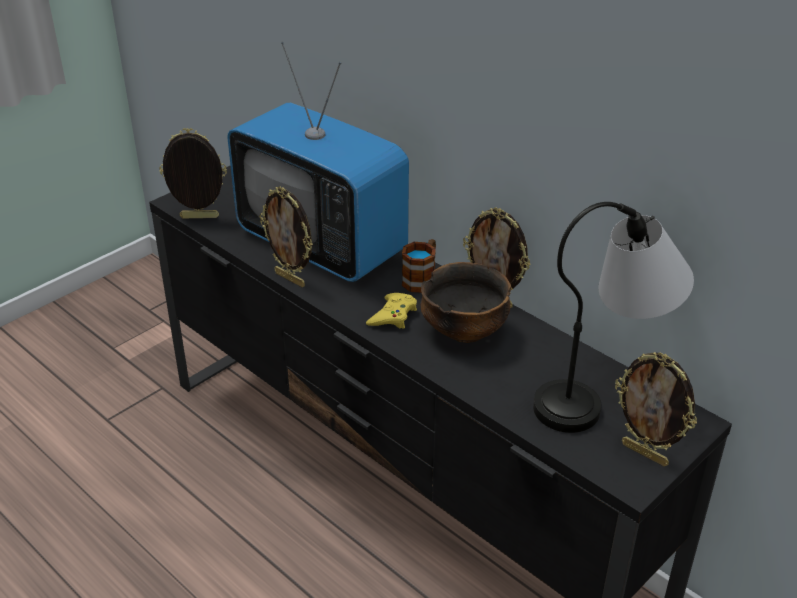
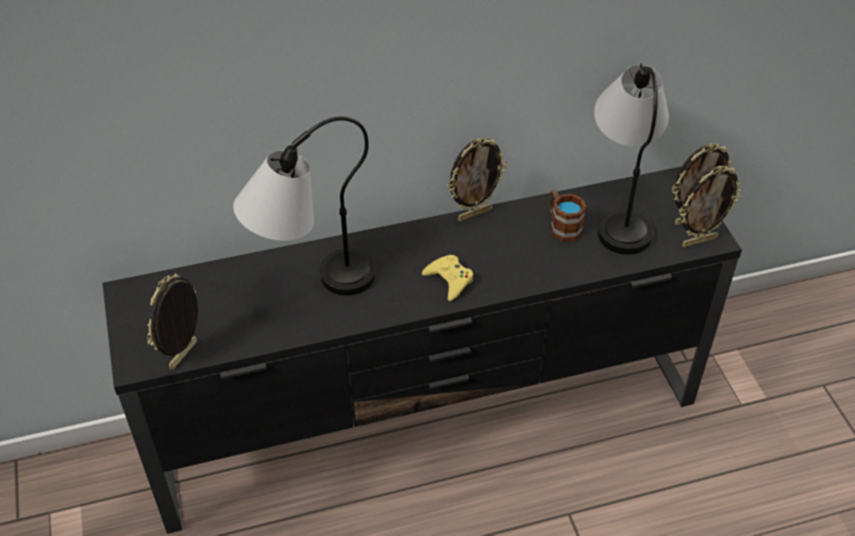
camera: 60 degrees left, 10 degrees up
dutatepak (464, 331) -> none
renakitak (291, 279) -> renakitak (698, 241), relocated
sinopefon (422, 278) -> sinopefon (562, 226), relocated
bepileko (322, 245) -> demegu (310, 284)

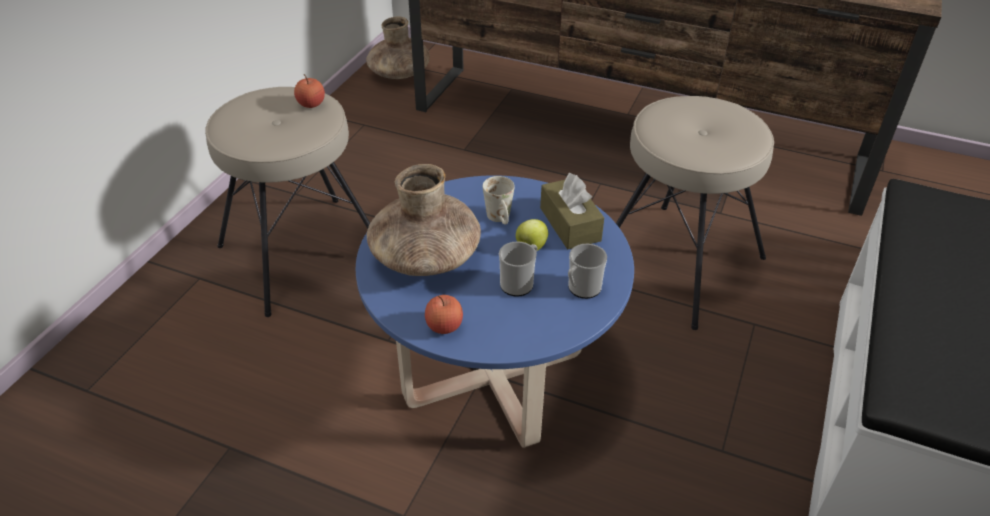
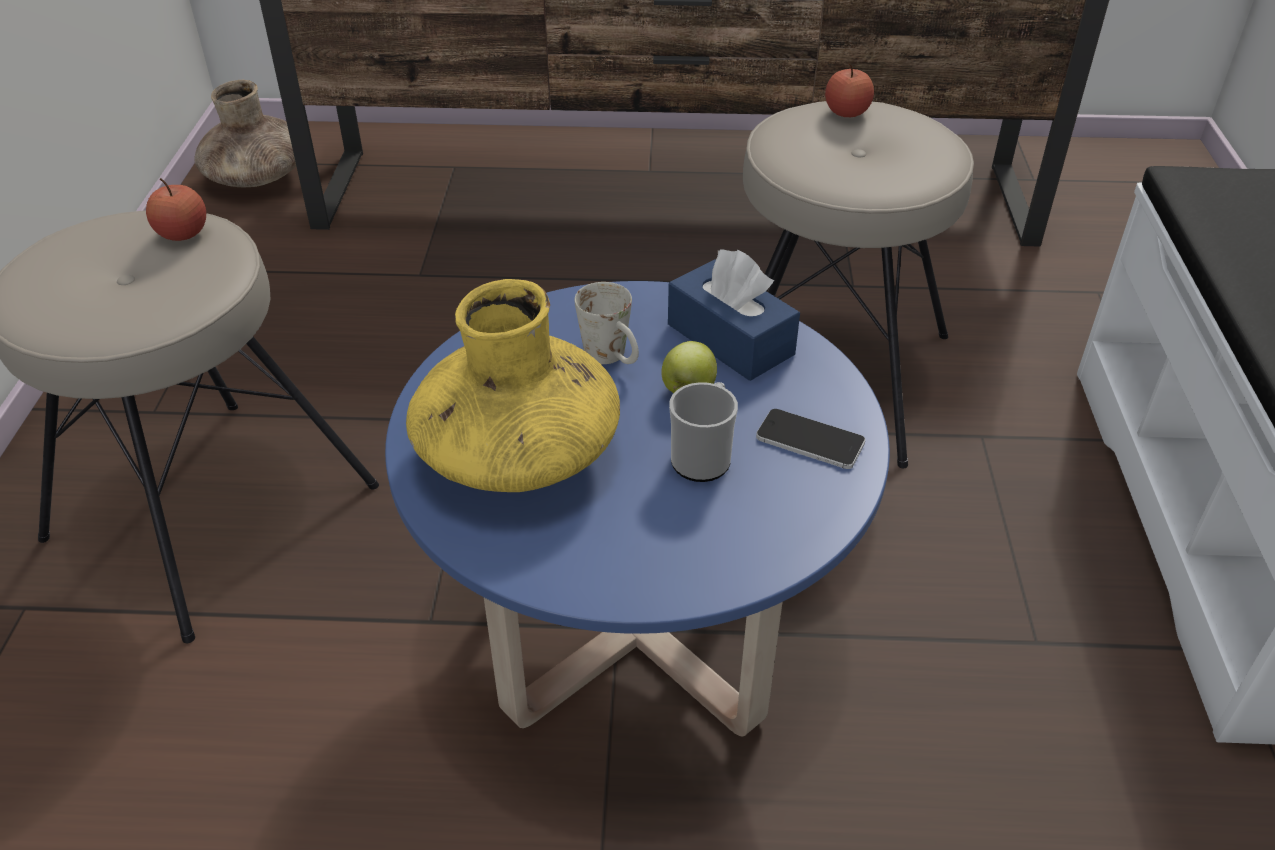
camera: 20 degrees left, 0 degrees up
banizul (444, 326) -> banizul (846, 112), relocated
sinopefon (581, 289) -> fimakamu (810, 440)
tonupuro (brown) (425, 257) -> tonupuro (yellow) (517, 454)
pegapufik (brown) (570, 224) -> pegapufik (blue) (730, 339)

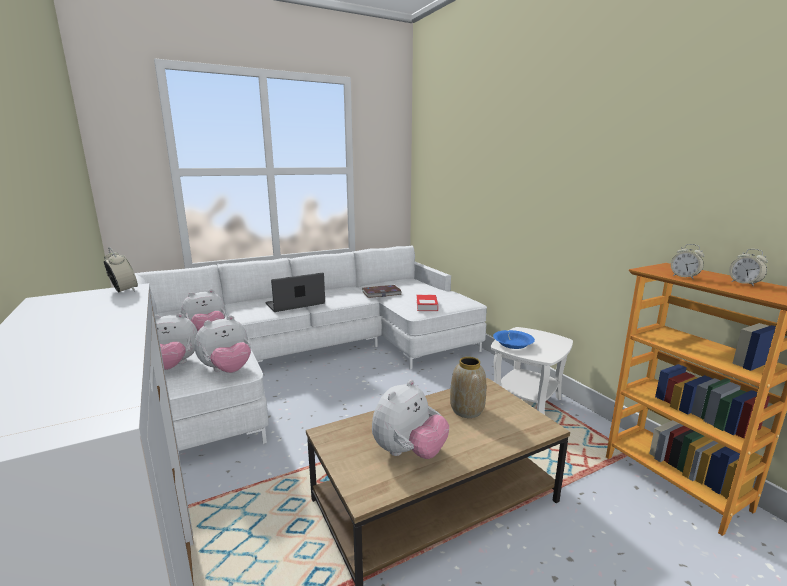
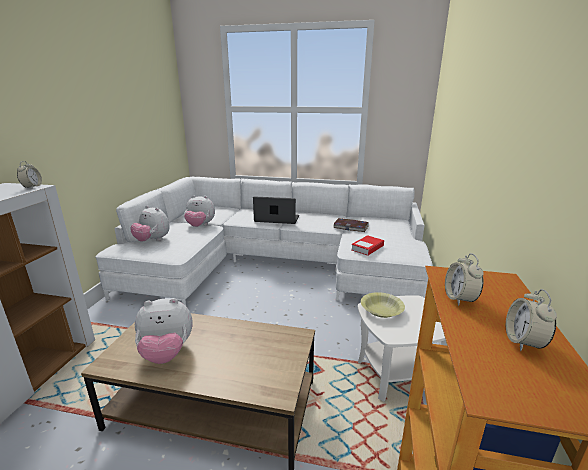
camera: 40 degrees right, 5 degrees up
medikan (227, 370) -> none
tonupuro (467, 410) -> none
dutatepak (blue) (513, 344) -> dutatepak (yellow) (381, 310)

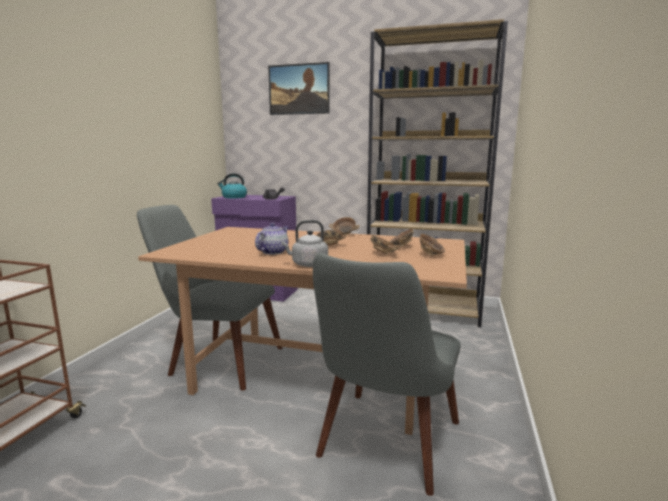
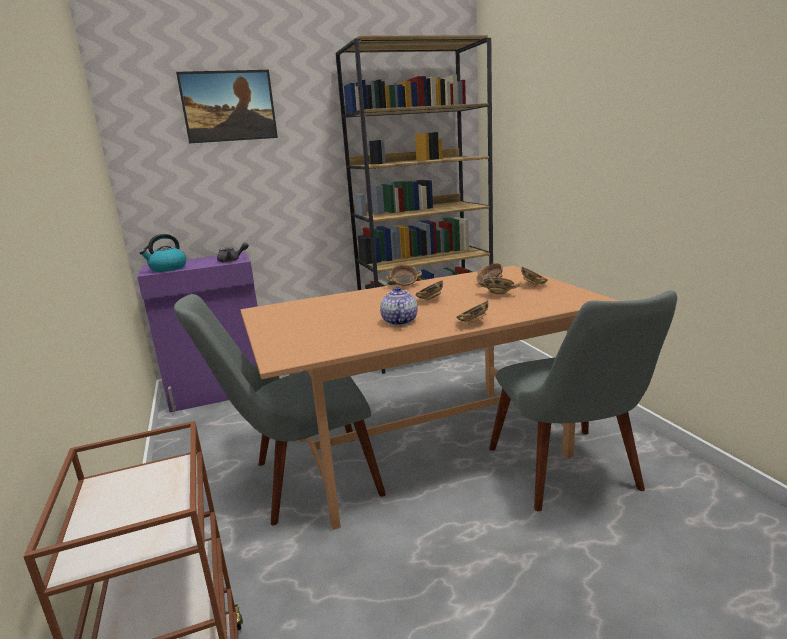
camera: 35 degrees left, 5 degrees up
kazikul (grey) (307, 264) -> dutatepak (472, 323)

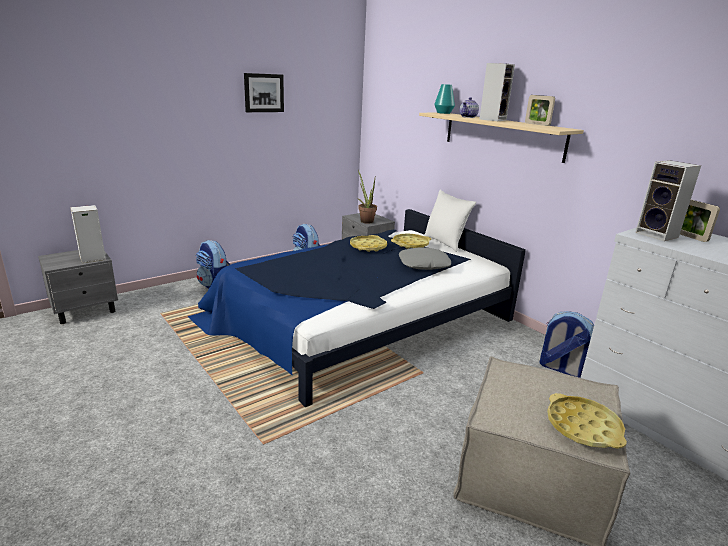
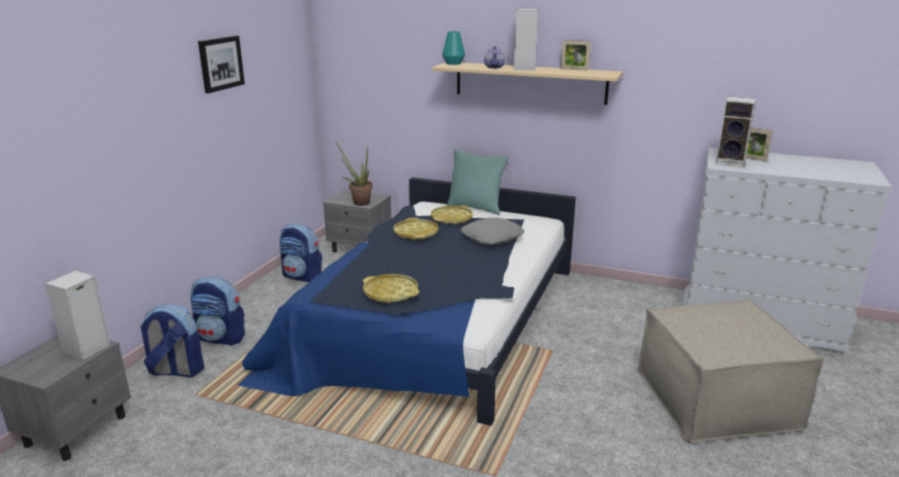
camera: 30 degrees left, 0 degrees up
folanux (560, 369) -> folanux (176, 371), relocated
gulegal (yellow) (583, 427) -> gulegal (yellow) (390, 293), relocated
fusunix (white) (445, 243) -> fusunix (turquoise) (476, 208)

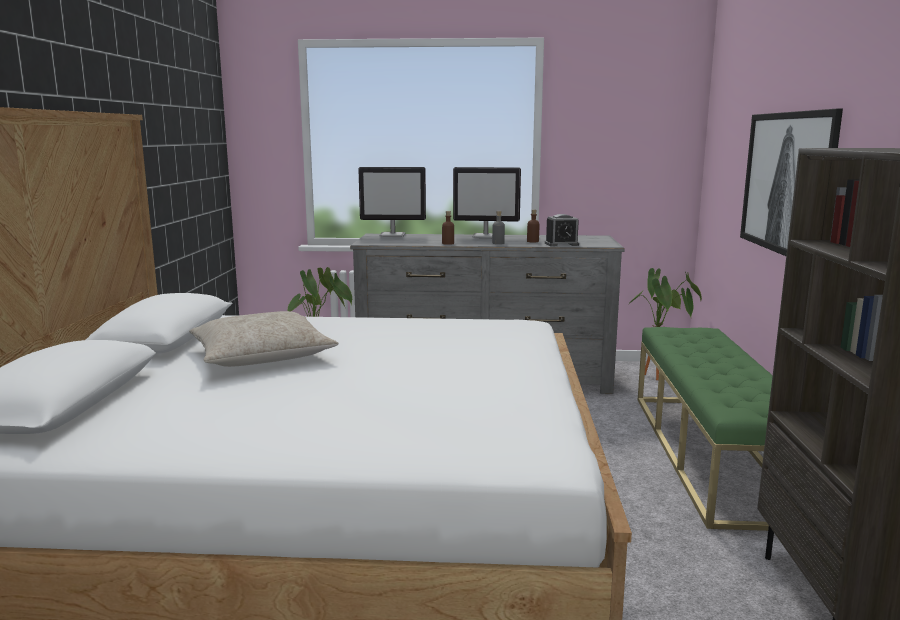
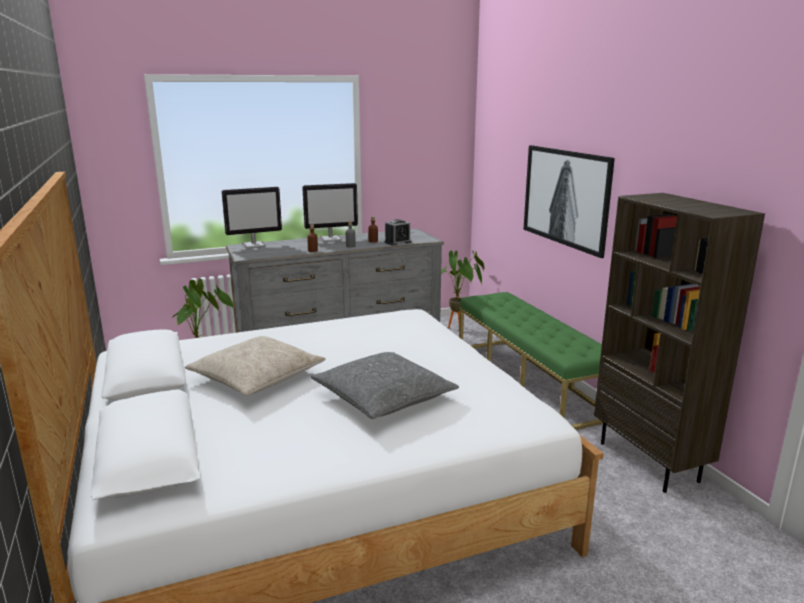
camera: 25 degrees left, 5 degrees up
none -> fusunix (grey) (383, 397)

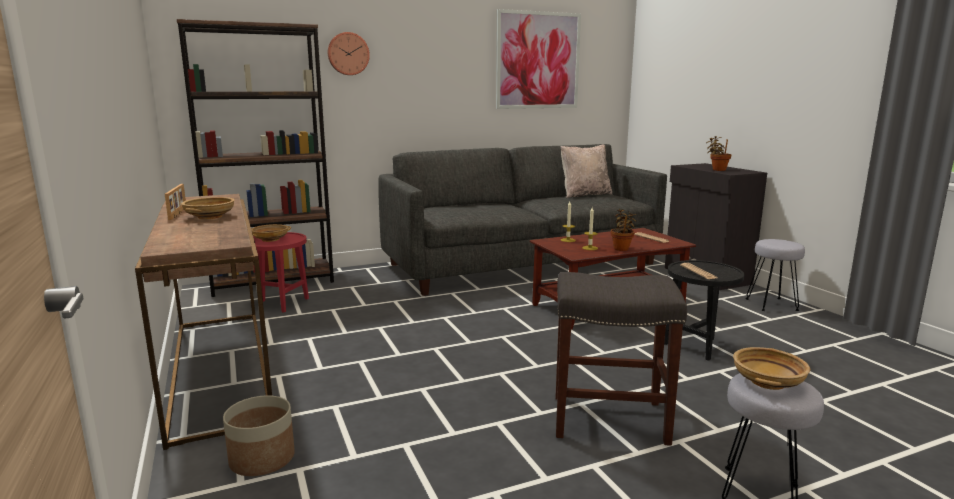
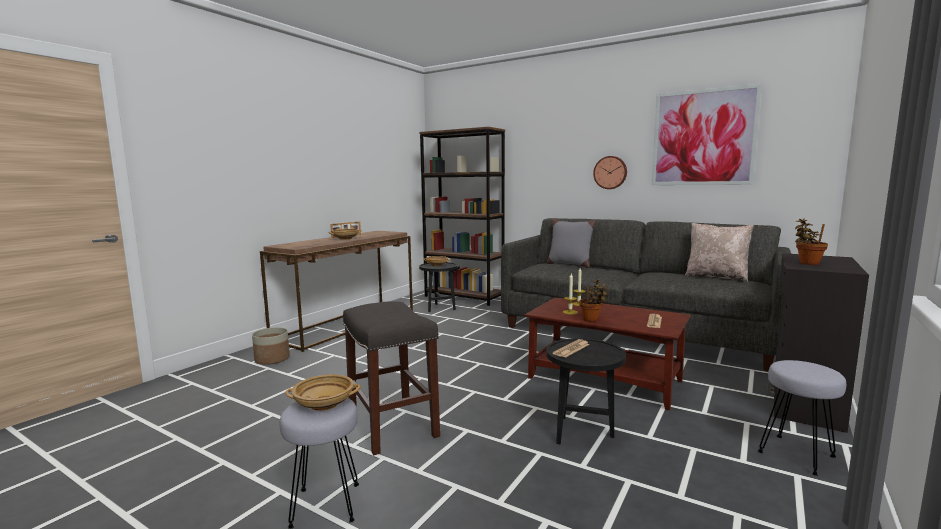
camera: 55 degrees right, 5 degrees down
none -> fusunix (grey) (569, 264)
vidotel (348, 54) -> vidotel (610, 172), relocated
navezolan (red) (281, 303) -> navezolan (black) (439, 307)

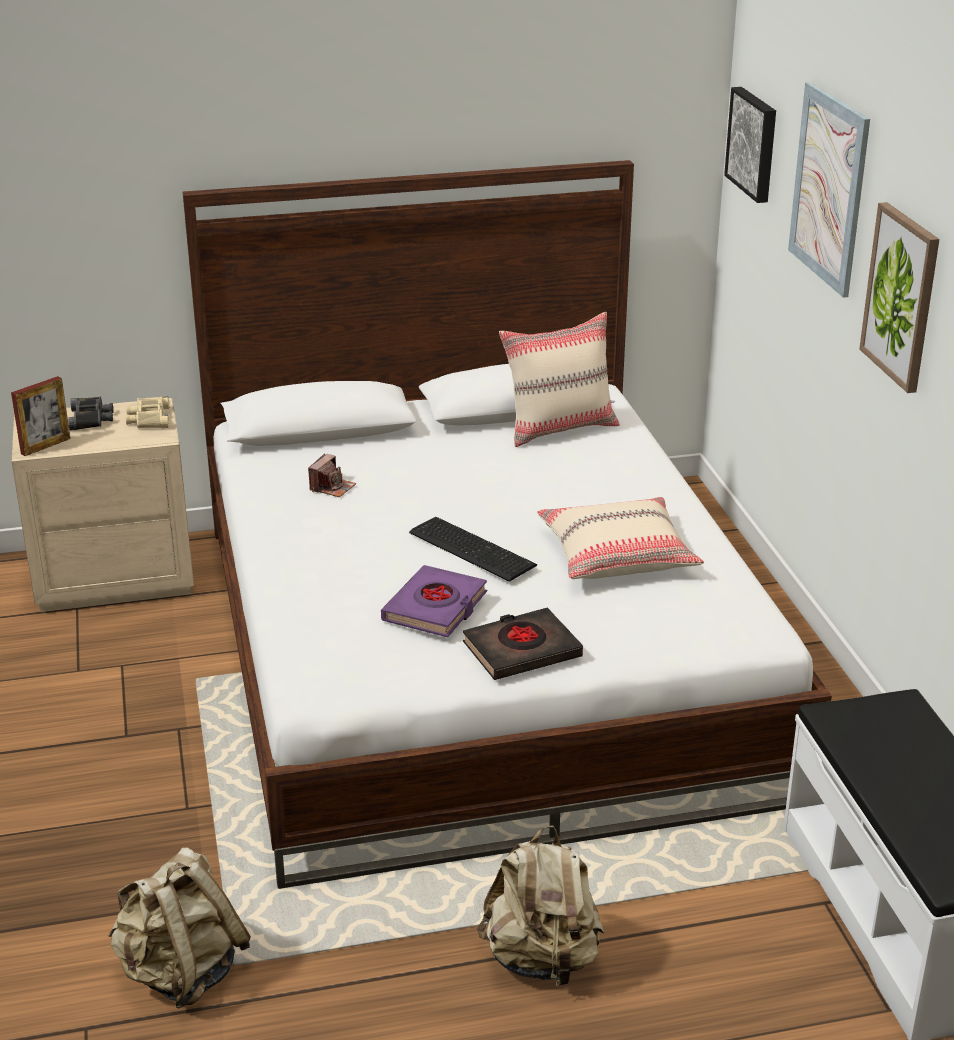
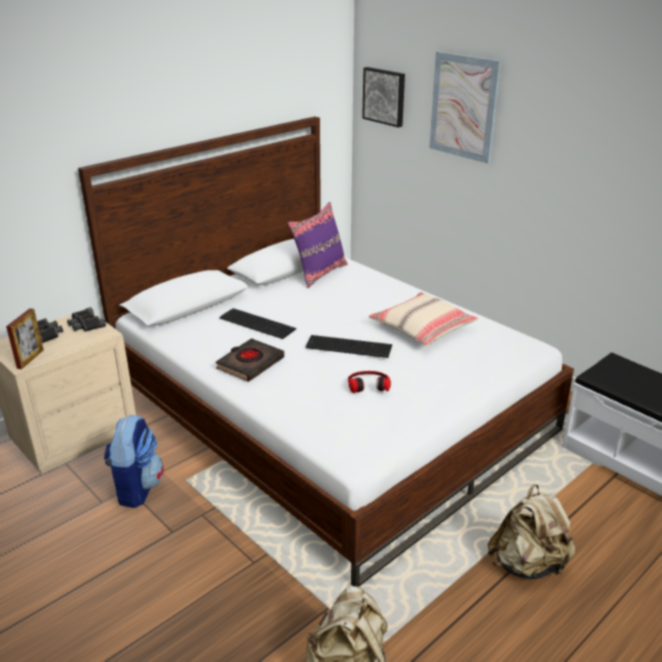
camera: 30 degrees left, 0 degrees up
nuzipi (332, 487) -> none
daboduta (901, 296) -> none
none -> folanux (137, 487)
none -> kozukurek (257, 322)
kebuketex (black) (521, 651) -> kebuketex (black) (250, 364), relocated
kebuketex (purple) (435, 608) -> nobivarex (368, 384)
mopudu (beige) (149, 419) -> mopudu (black) (86, 324)
fusunix (beige) (559, 428) -> fusunix (purple) (319, 273)

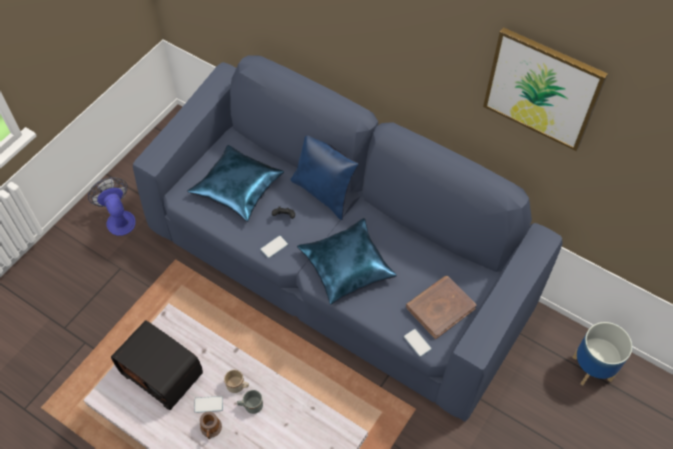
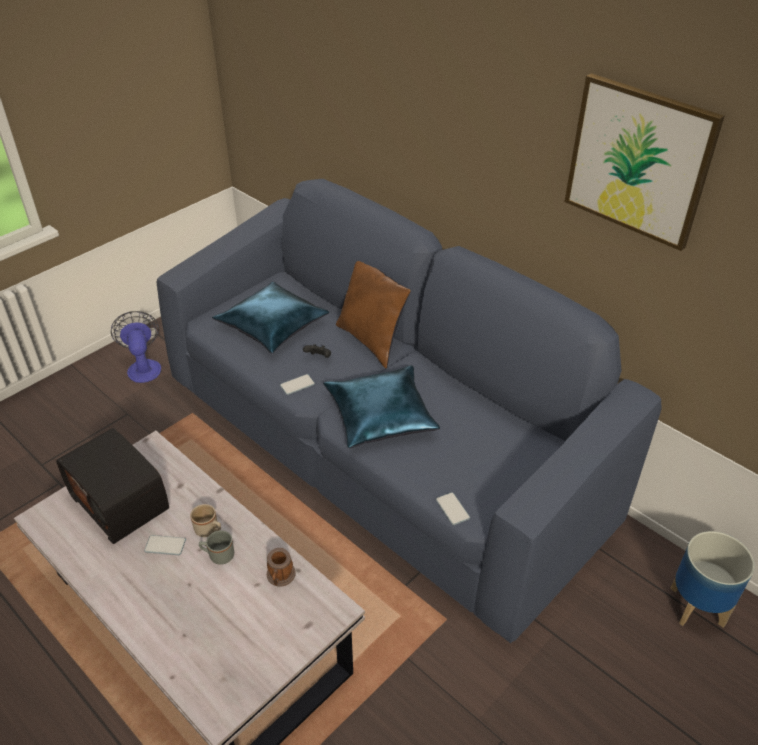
camera: 10 degrees right, 15 degrees down
kebuketex (brown) (440, 308) -> none
sinopefon (211, 430) -> sinopefon (280, 577), relocated
fusunix (blue) (324, 192) -> fusunix (brown) (372, 341)

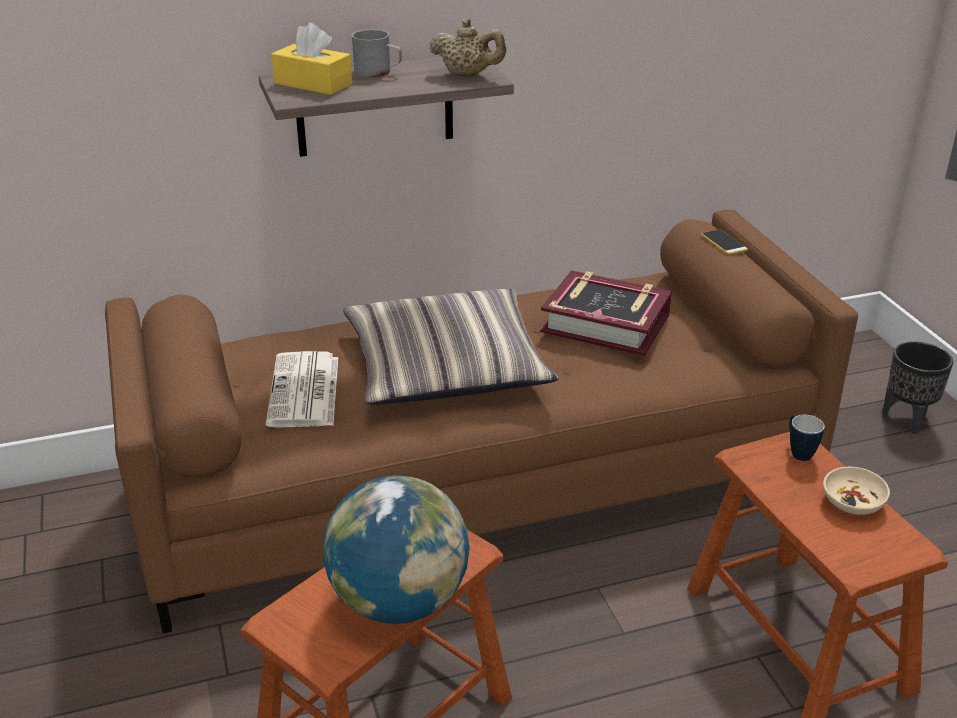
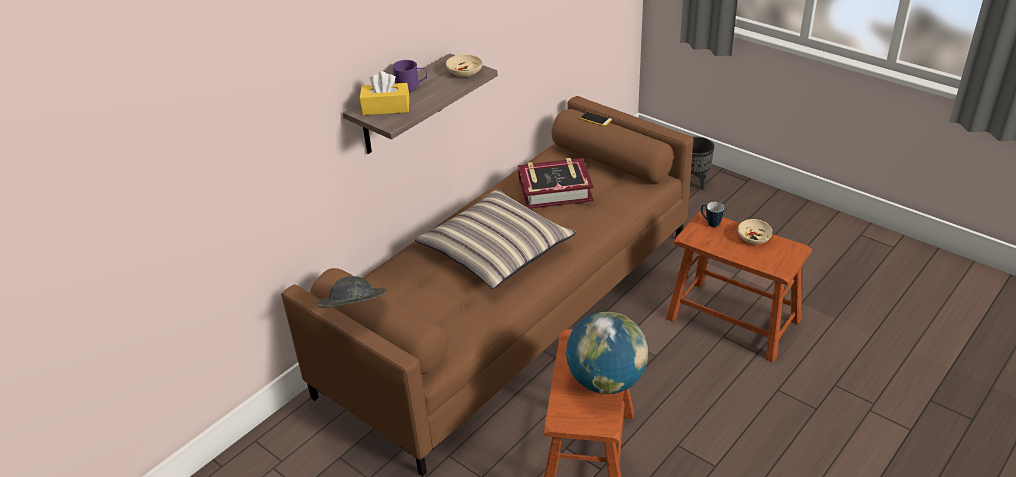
camera: 30 degrees left, 5 degrees up
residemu (305, 392) -> none
none -> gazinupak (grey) (353, 310)
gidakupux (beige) (467, 75) -> dutatepak (beige) (465, 72)
sinopefon (grey) (378, 72) -> sinopefon (purple) (411, 86)

